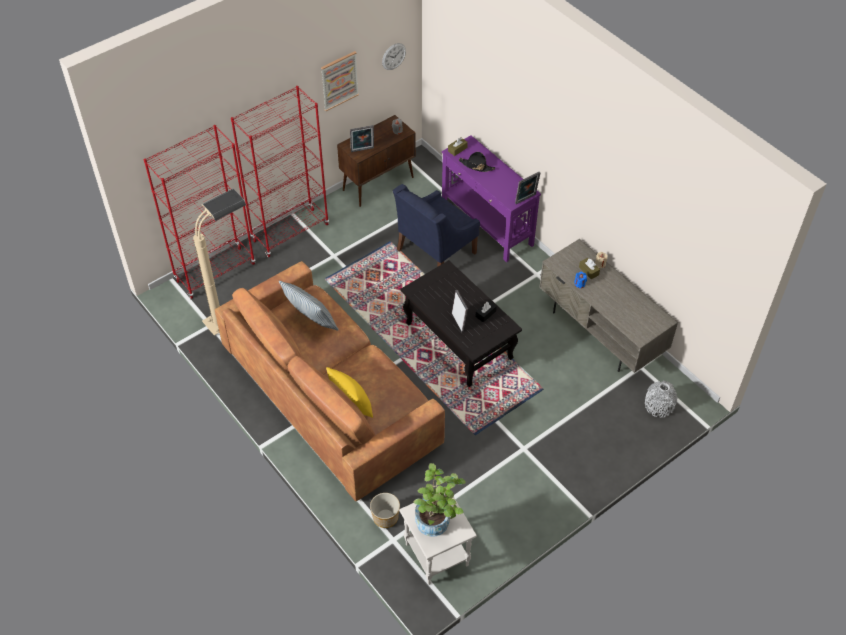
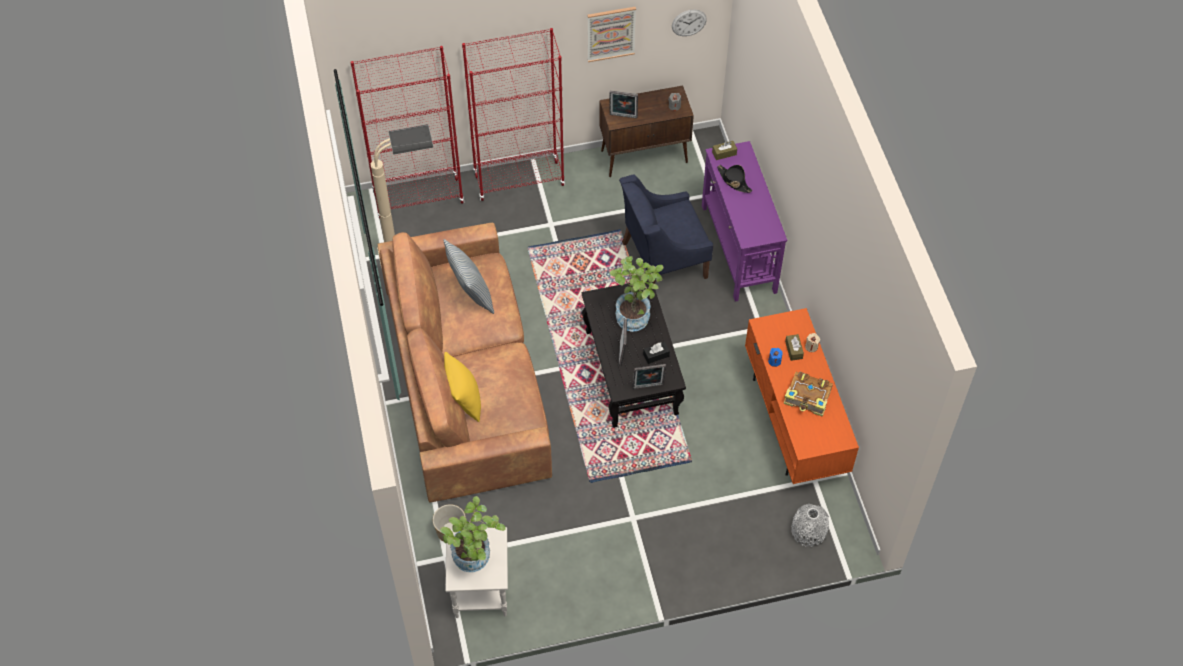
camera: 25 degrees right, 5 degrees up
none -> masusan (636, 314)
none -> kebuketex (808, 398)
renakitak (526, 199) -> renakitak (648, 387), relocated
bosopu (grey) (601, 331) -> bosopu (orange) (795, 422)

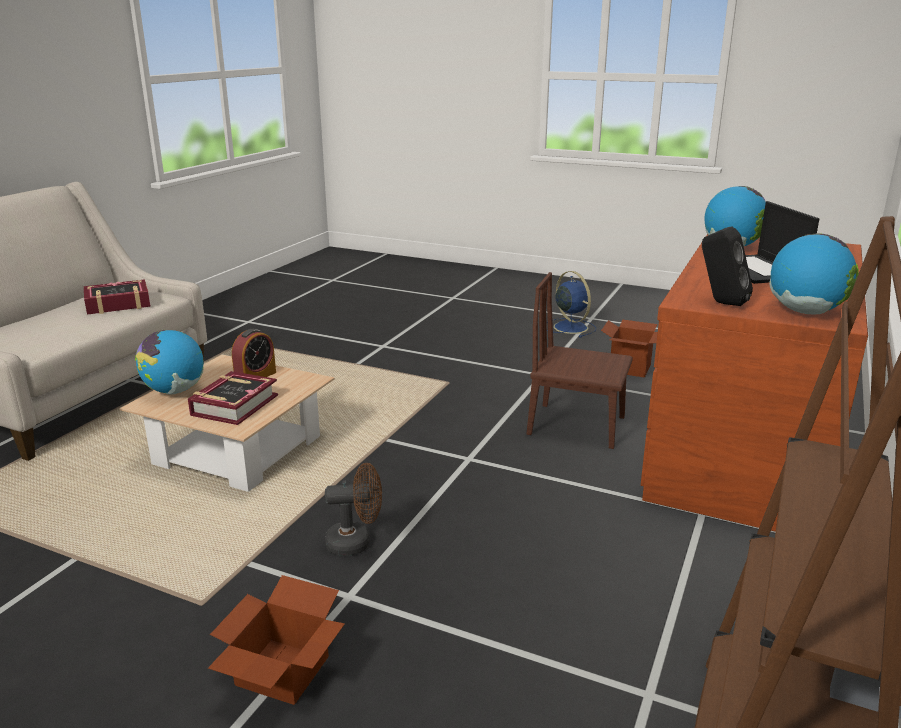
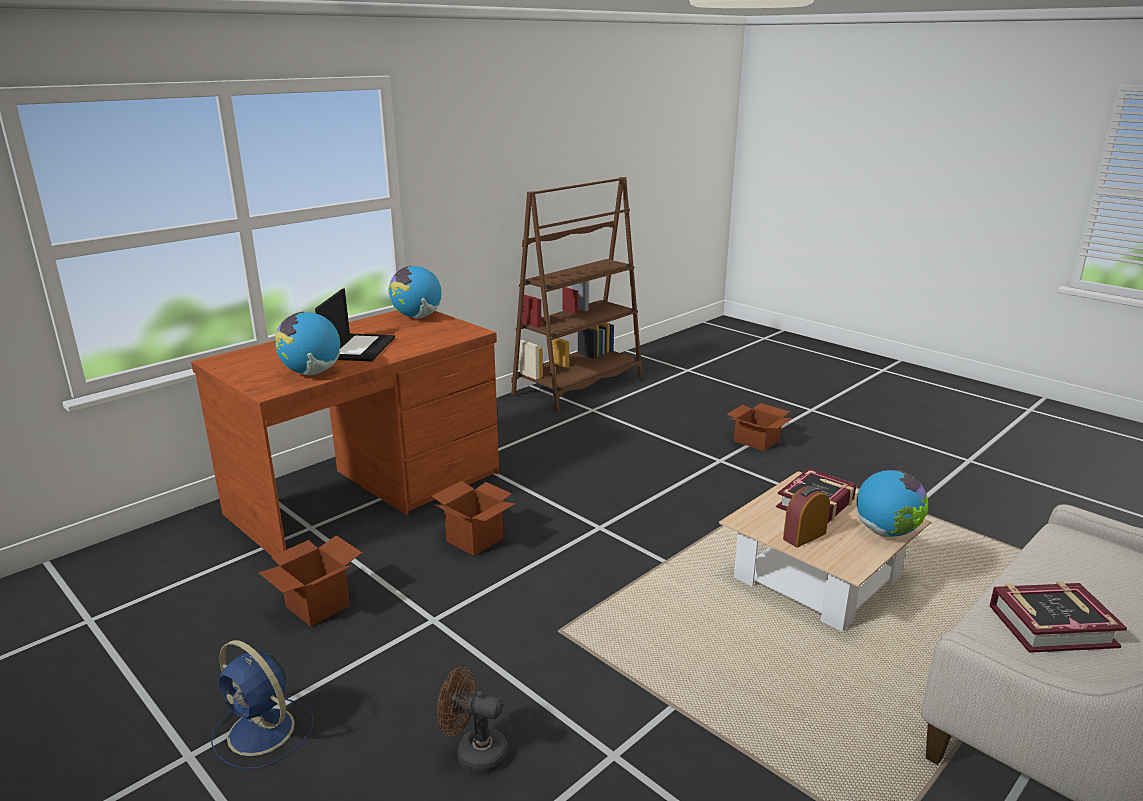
camera: 160 degrees left, 0 degrees up
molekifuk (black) (720, 303) -> none
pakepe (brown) (356, 542) -> pakepe (brown) (474, 753), relocated
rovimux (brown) (576, 425) -> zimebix (475, 540)
pakepe (blue) (569, 327) -> pakepe (blue) (263, 732), 45 degrees counterclockwise

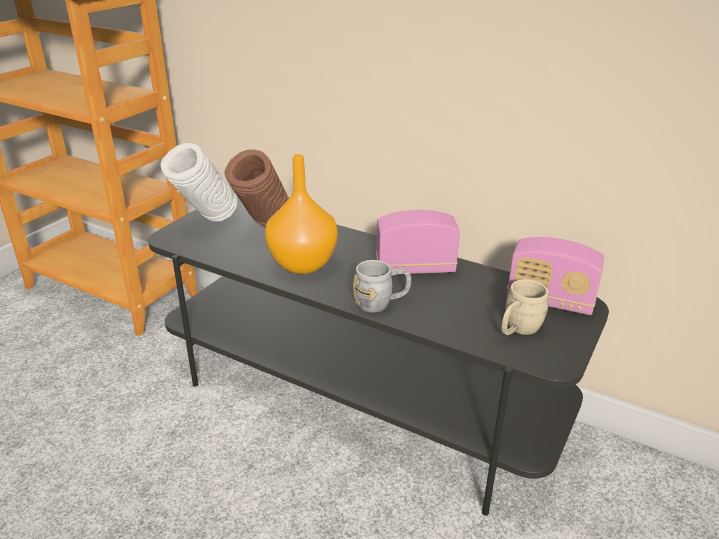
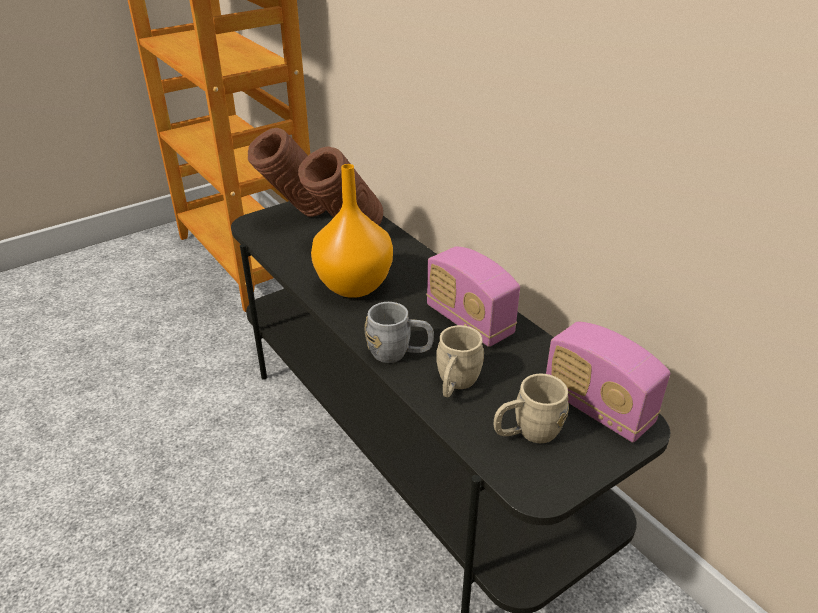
camera: 25 degrees right, 5 degrees up
none -> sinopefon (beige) (455, 384)
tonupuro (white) (206, 223) -> tonupuro (brown) (297, 216)
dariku (415, 268) -> dariku (469, 321), 150 degrees counterclockwise

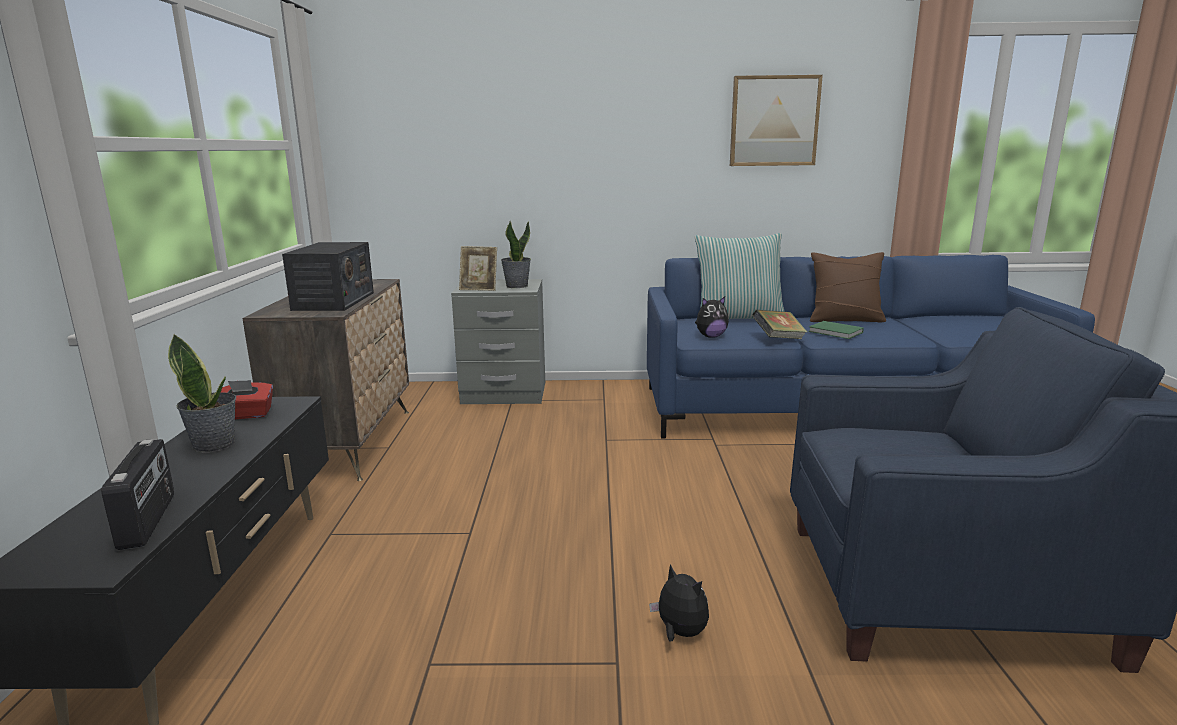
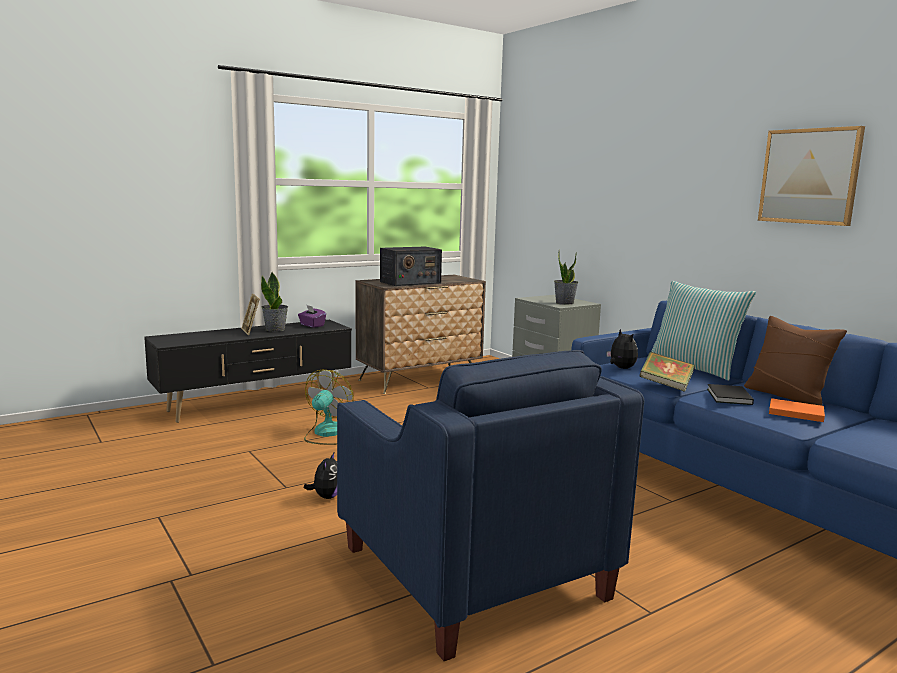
camera: 55 degrees right, 5 degrees down
dariku (149, 520) -> none
none -> pakepe (328, 434)
none -> kebuketex (orange) (794, 412)
renakitak (479, 289) -> renakitak (250, 331), relocated
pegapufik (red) (247, 415) -> pegapufik (purple) (311, 325)
kebuketex (green) (836, 332) -> kebuketex (black) (728, 397)
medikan (710, 336) -> medikan (621, 368), 150 degrees counterclockwise

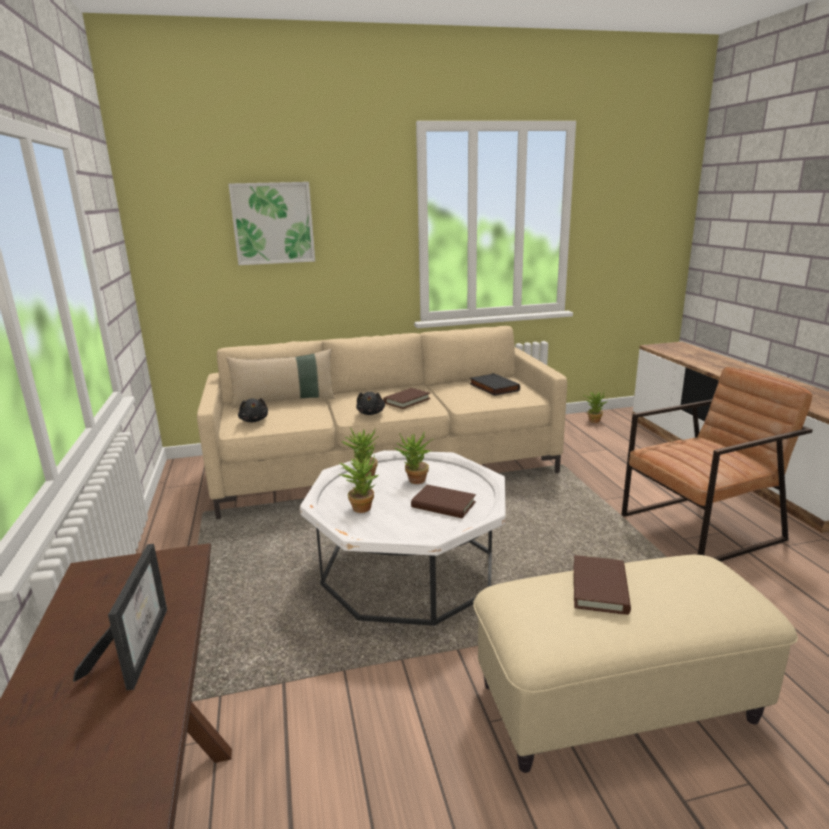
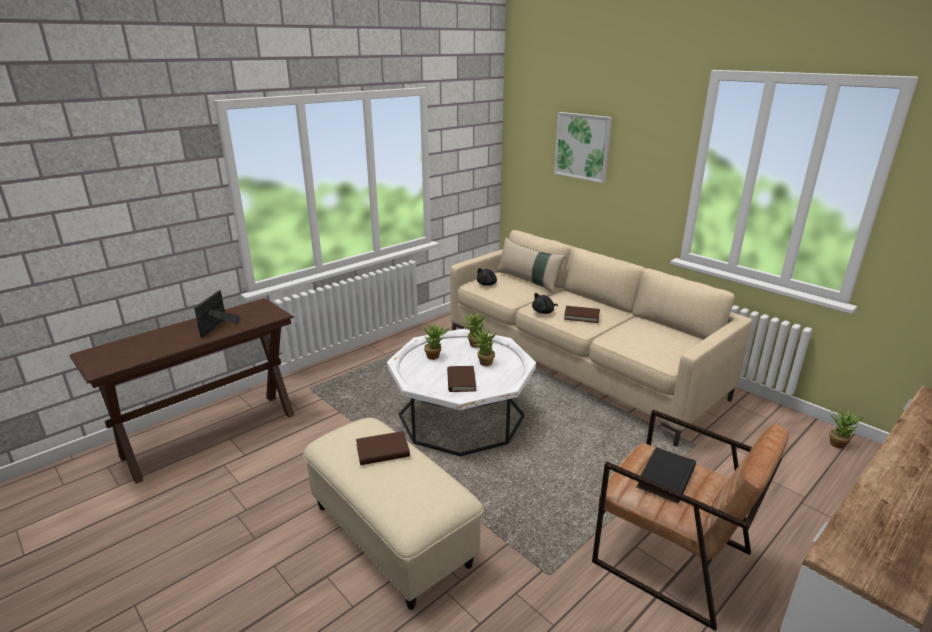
camera: 60 degrees right, 5 degrees up
kebuketex (black) (492, 387) -> kebuketex (black) (664, 476), relocated
renakitak (137, 646) -> renakitak (217, 328), 135 degrees clockwise

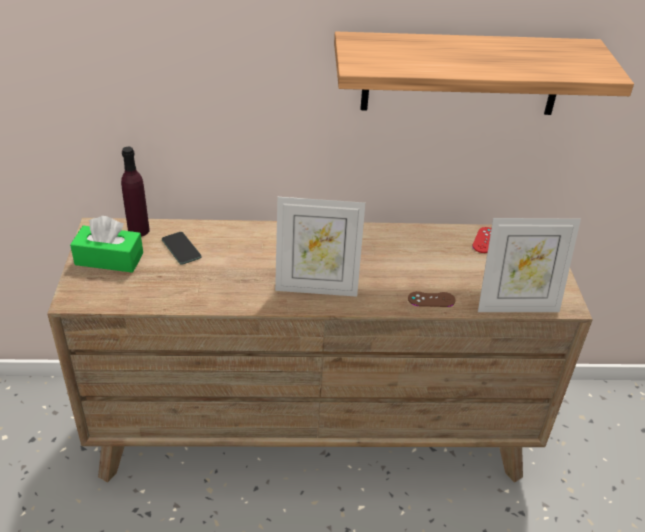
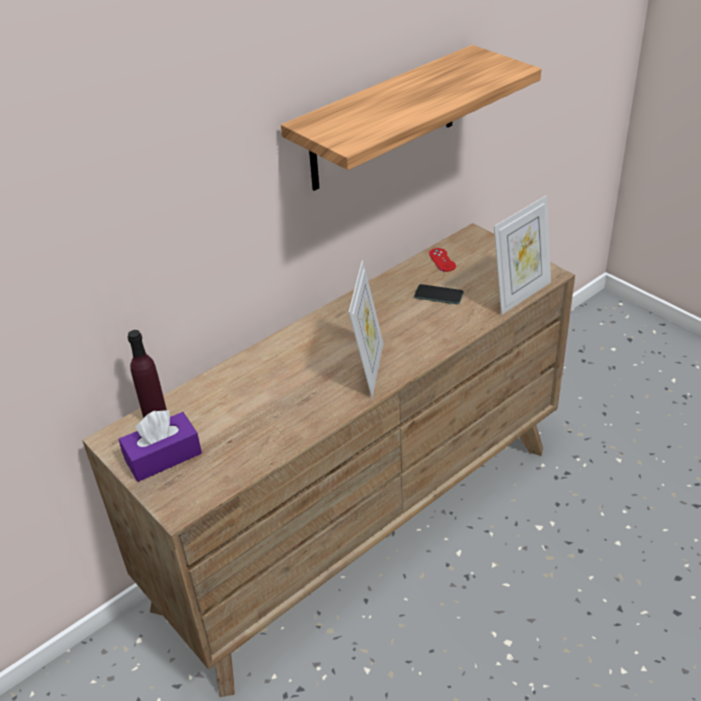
camera: 35 degrees left, 0 degrees up
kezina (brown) (431, 299) -> none
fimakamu (181, 248) -> fimakamu (438, 295), relocated
pegapufik (green) (109, 259) -> pegapufik (purple) (163, 456)
renakitak (316, 287) -> renakitak (369, 369), 45 degrees counterclockwise

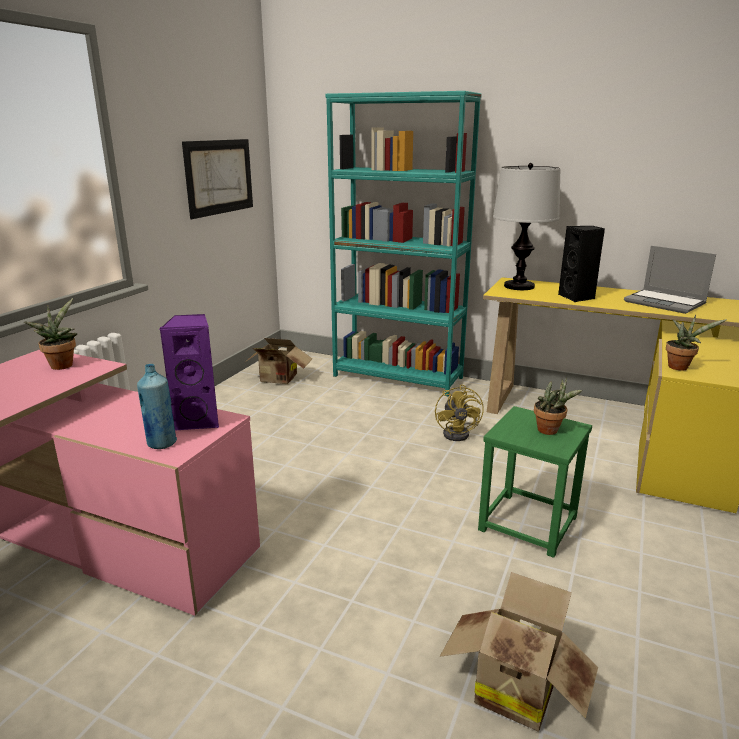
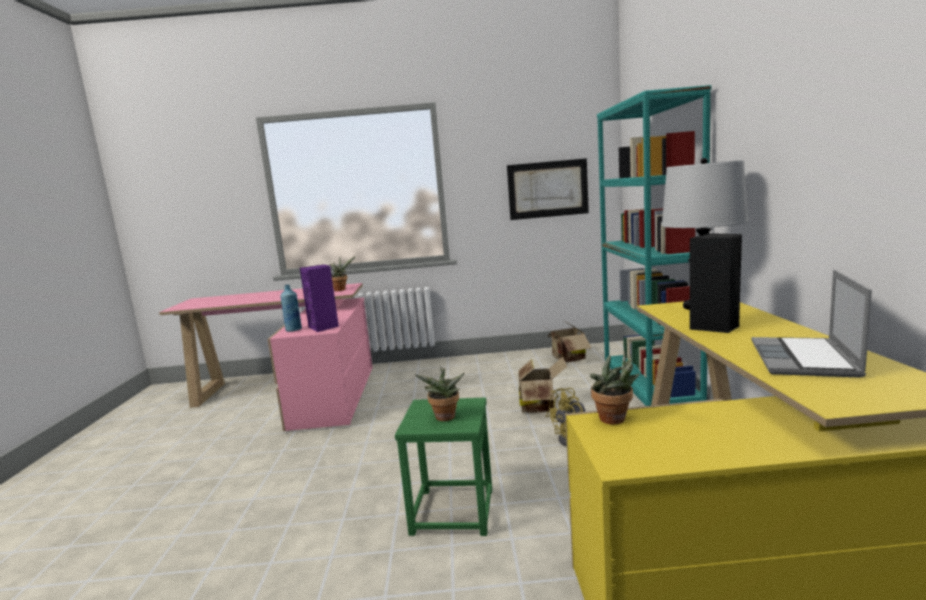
camera: 65 degrees right, 10 degrees down
zimebix (514, 687) -> zimebix (540, 405), relocated

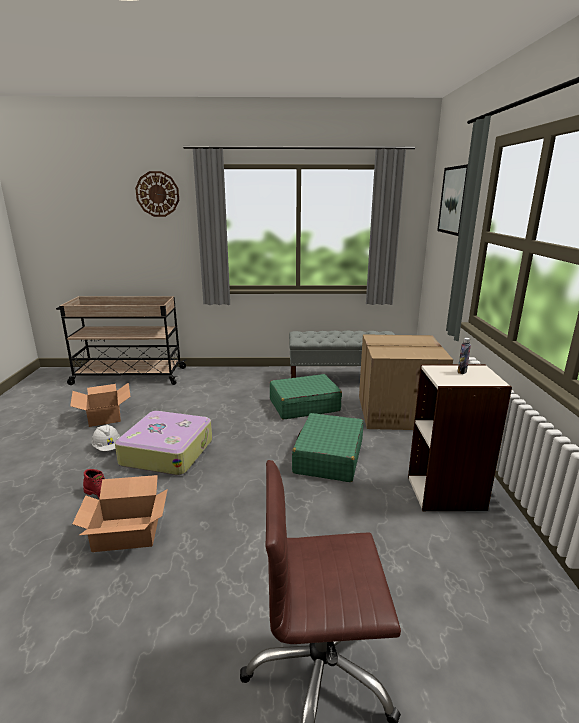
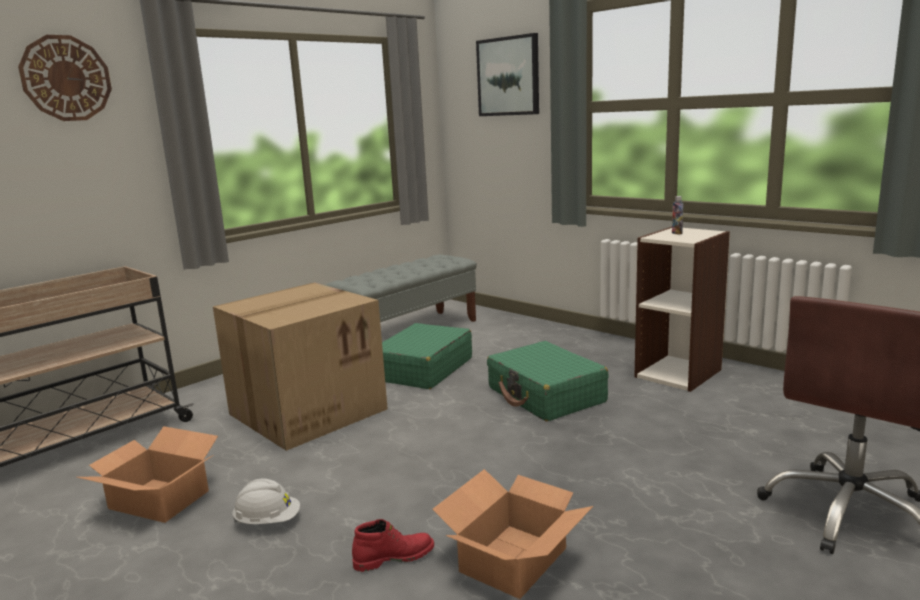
camera: 45 degrees left, 5 degrees down
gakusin (167, 452) -> none
zimebix (398, 411) -> zimebix (308, 410), relocated

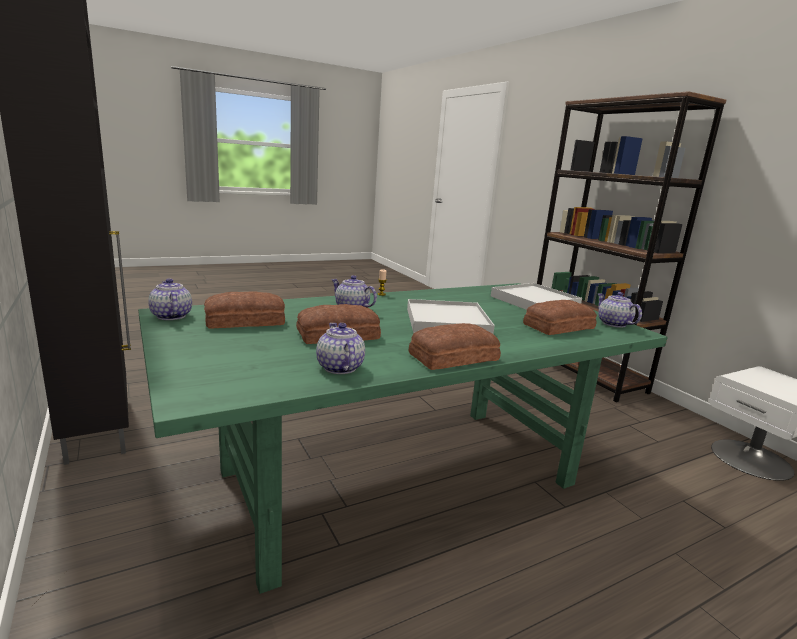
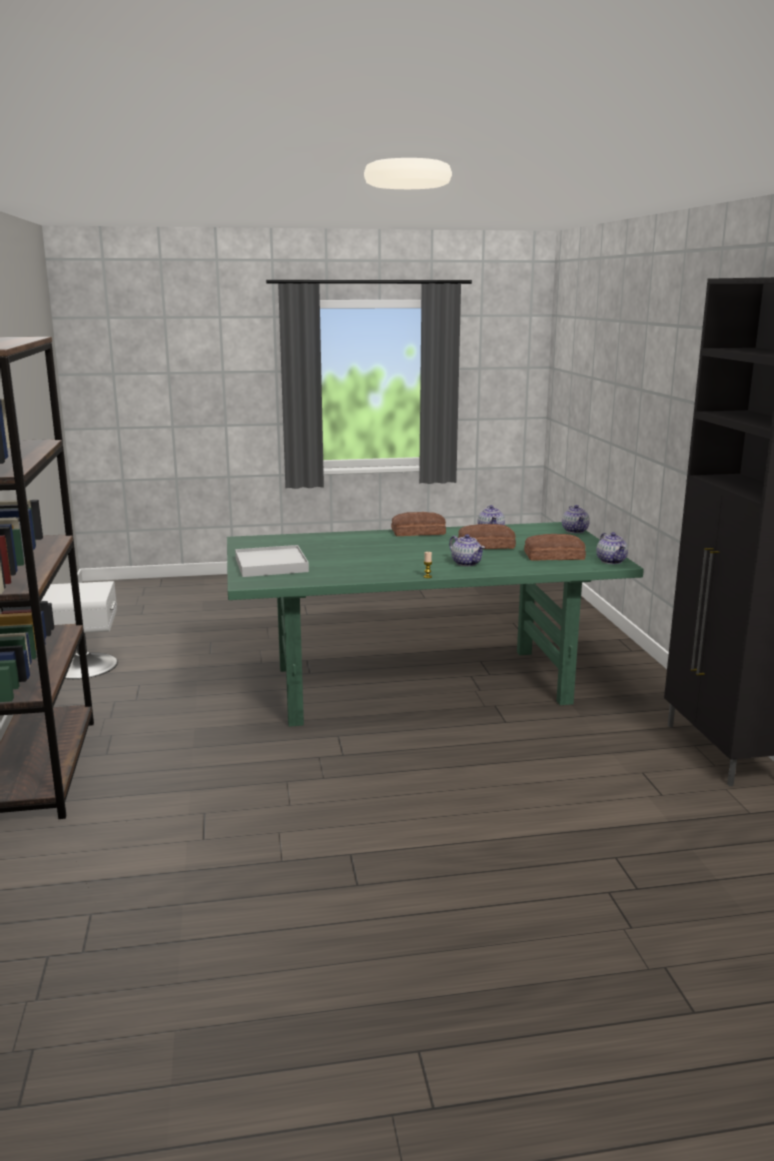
camera: 160 degrees left, 0 degrees up
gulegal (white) (447, 322) -> none
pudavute (557, 326) -> none
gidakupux (613, 324) -> gidakupux (575, 531), relocated

